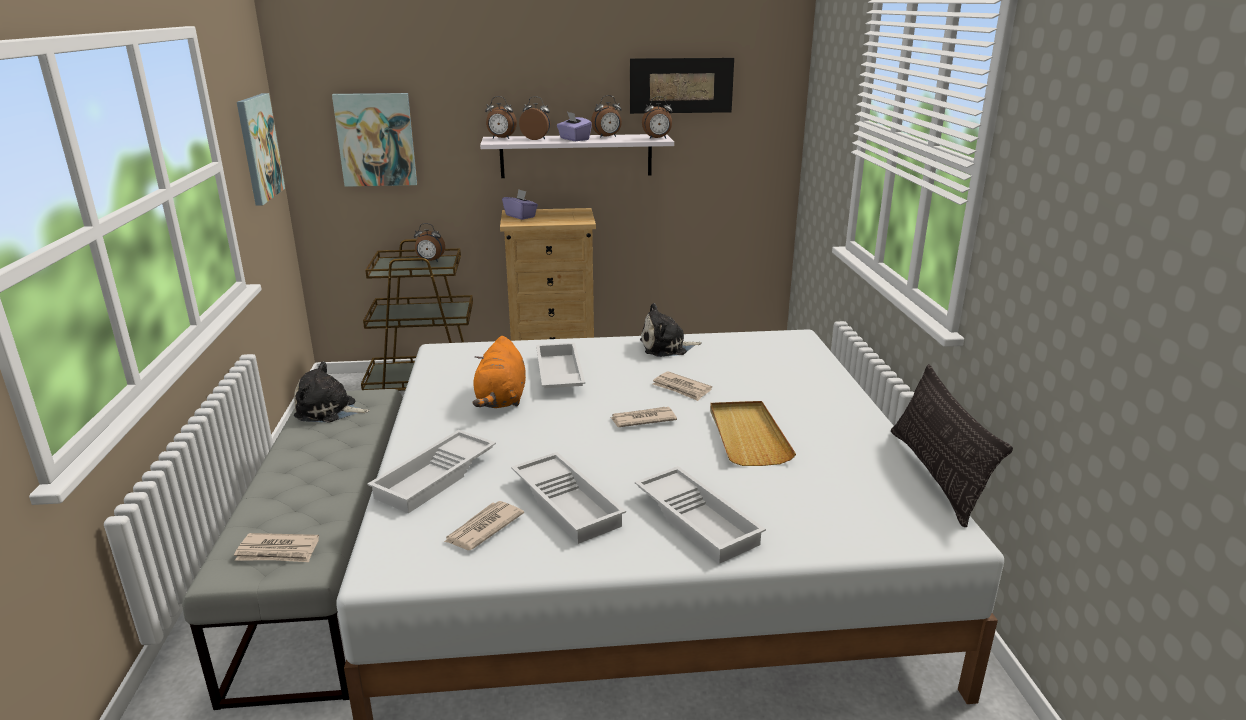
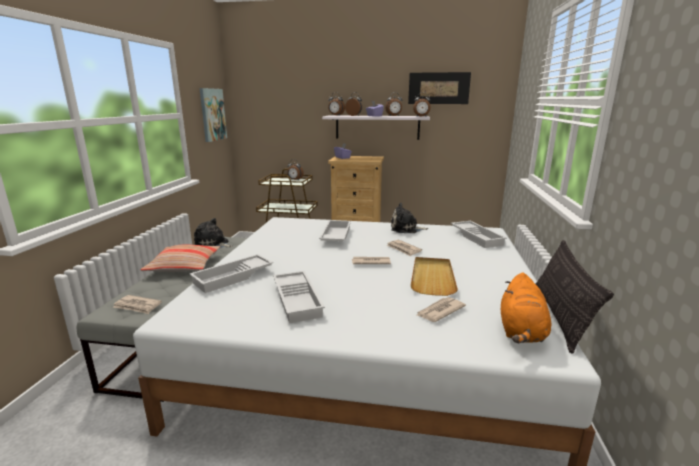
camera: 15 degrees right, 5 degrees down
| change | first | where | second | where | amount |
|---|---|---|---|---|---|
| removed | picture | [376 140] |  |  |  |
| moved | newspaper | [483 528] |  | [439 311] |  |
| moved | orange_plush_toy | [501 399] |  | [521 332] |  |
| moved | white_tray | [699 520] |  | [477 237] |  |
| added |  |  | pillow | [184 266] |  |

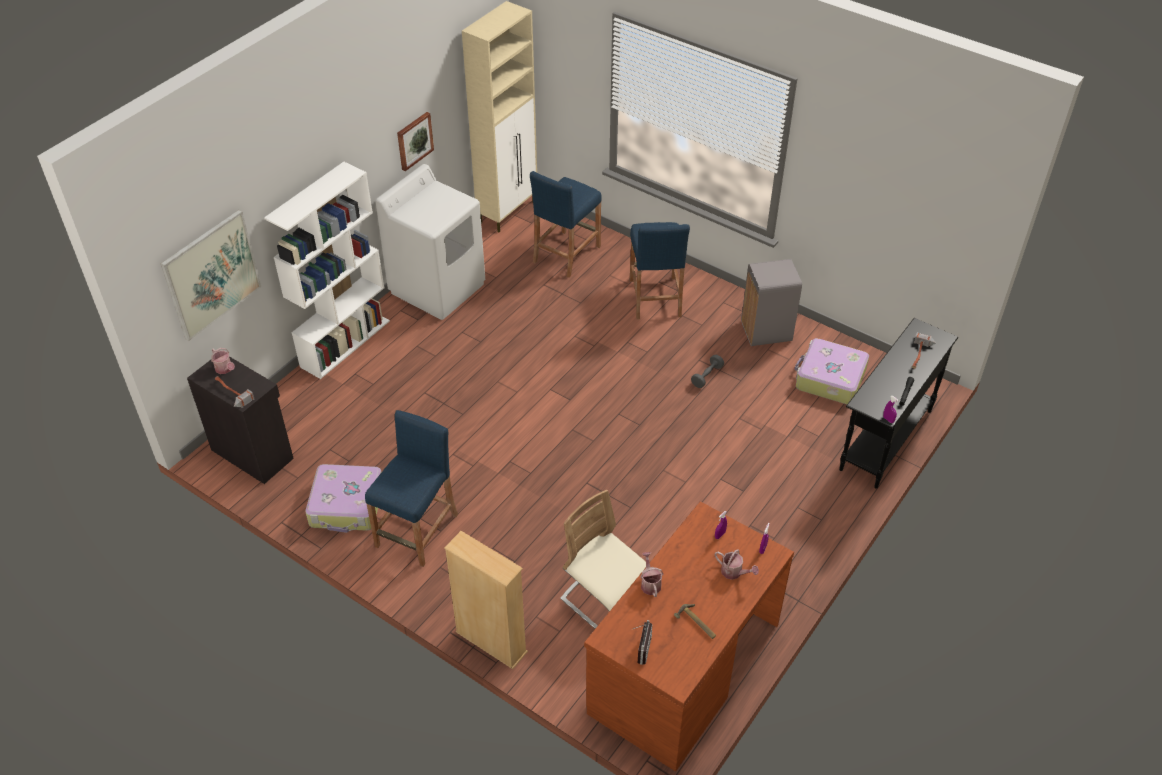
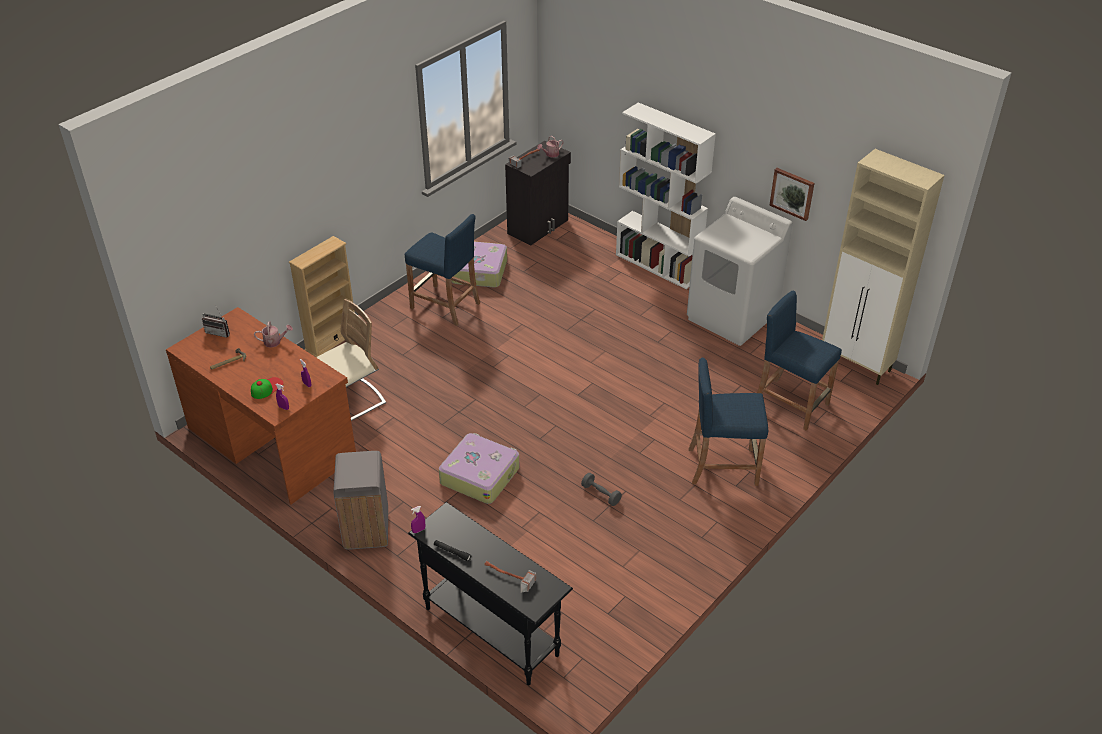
camera: 95 degrees right, 5 degrees down
| change | first | where | second | where | amount |
|---|---|---|---|---|---|
| removed | picture | [211 274] |  |  |  |
| replaced | watering_can | [734 572] | cap | [267 388] |  |
| moved | grey_trash_can | [766 332] |  | [366 530] |  |
| moved | suitcase | [829 379] |  | [480 475] |  |

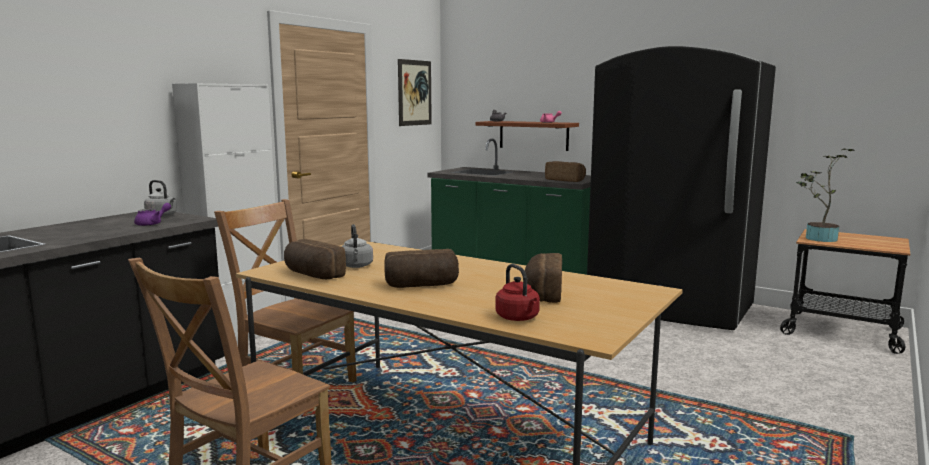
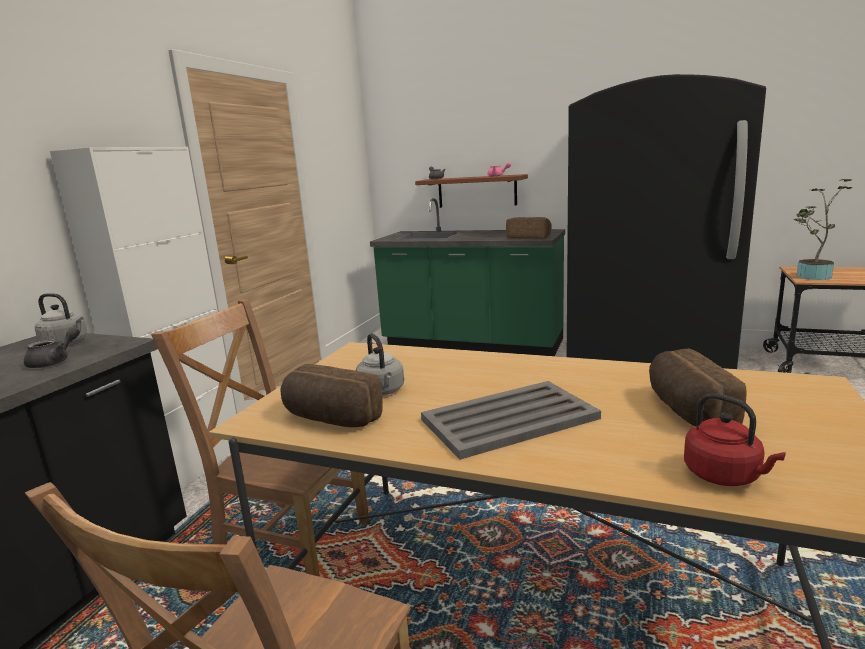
camera: 10 degrees left, 5 degrees up
| change | first | where | second | where | amount |
|---|---|---|---|---|---|
| recoloured | purple_teapot | [152 224] | grey_teapot | [54 361] |  |
| replaced | bread | [421 285] | grey_tray | [507 419] |  |
| removed | picture | [414 93] |  |  |  |

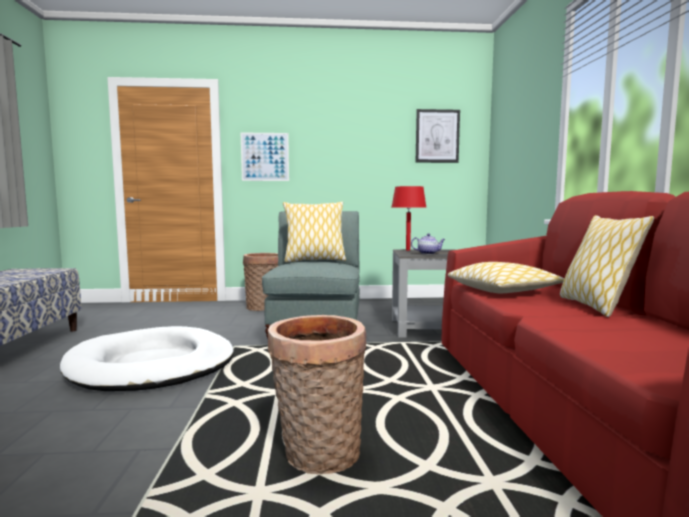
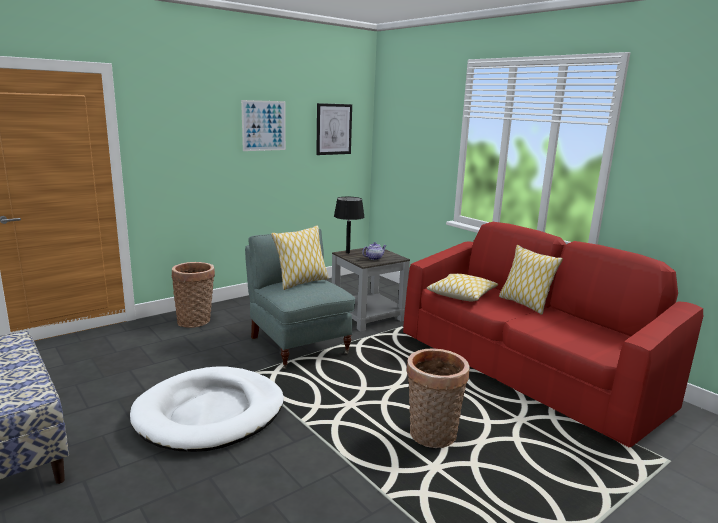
camera: 35 degrees left, 10 degrees up
| change | first | where | second | where | amount |
|---|---|---|---|---|---|
| moved | picture | [265 157] |  | [264 125] |  |
| recoloured | red_table_lamp | [408 250] | black_table_lamp | [348 253] |  |

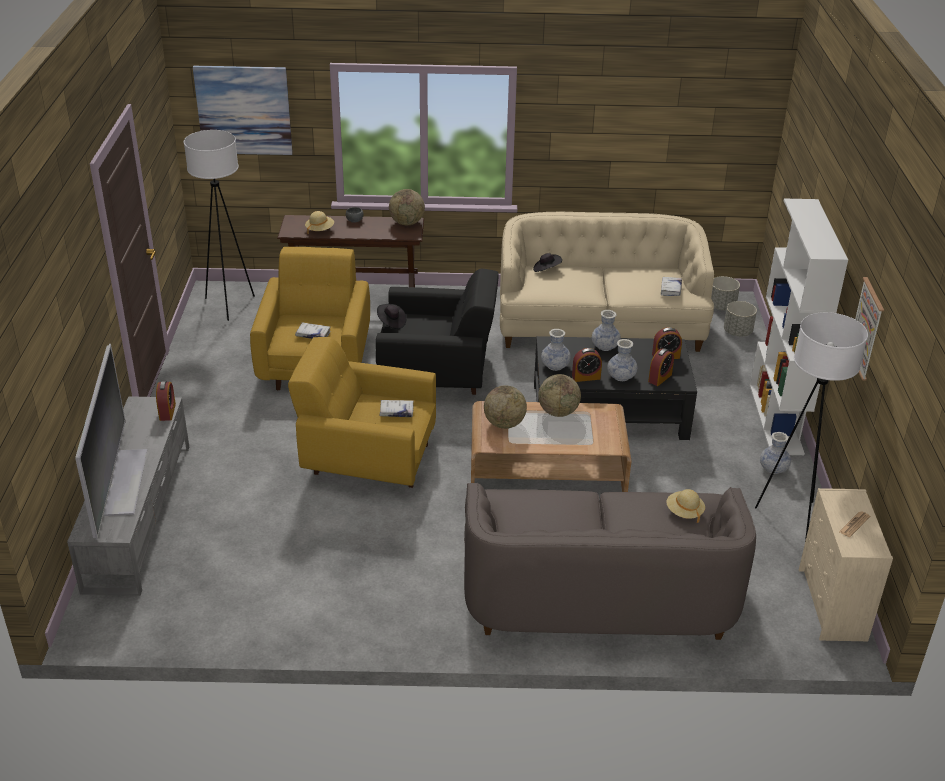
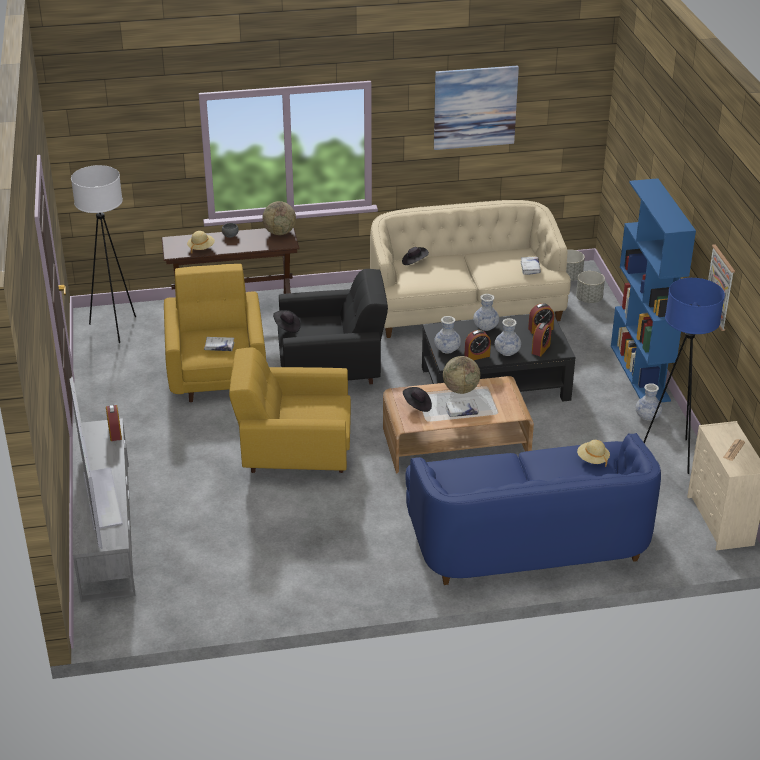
camera: 10 degrees left, 0 degrees up
| change | first | where | second | where | amount |
|---|---|---|---|---|---|
| moved | picture | [244 110] |  | [475 107] |  |
| moved | white_book | [396 412] |  | [461 411] |  |
| recoloured | grey_sofa | [598 594] | blue_sofa | [528 539] |  |
| replaced | globe | [504 424] | black_hat | [417 406] |  |
| recoloured | white_bookcase | [776 419] | blue_bookcase | [640 373] |  |
| recoloured | white_floor_lamp | [791 517] | blue_floor_lamp | [671 455] |  |

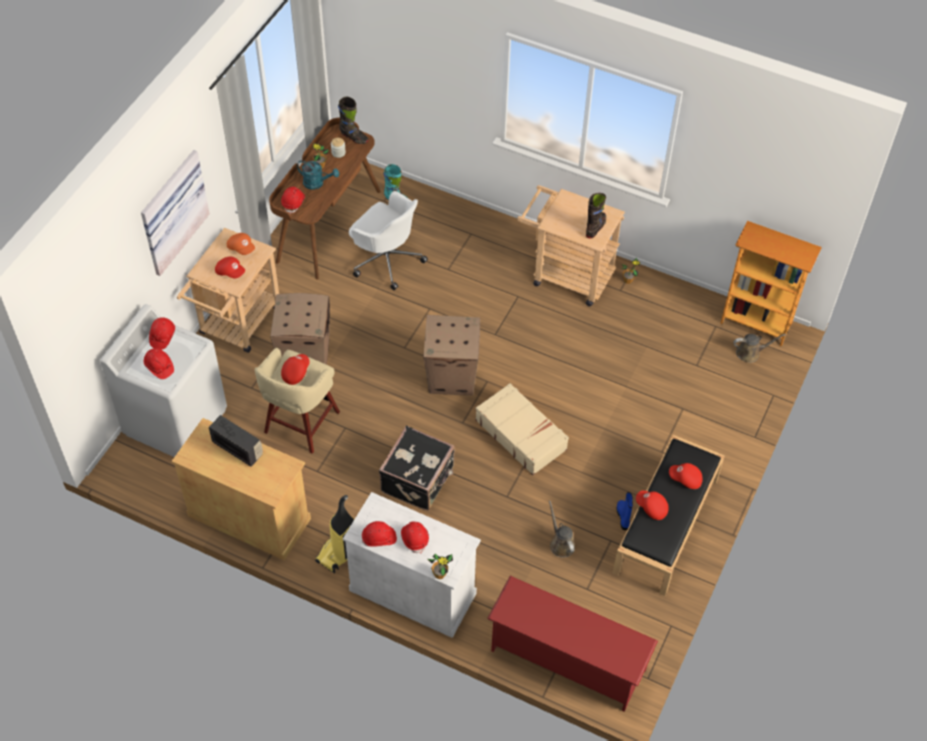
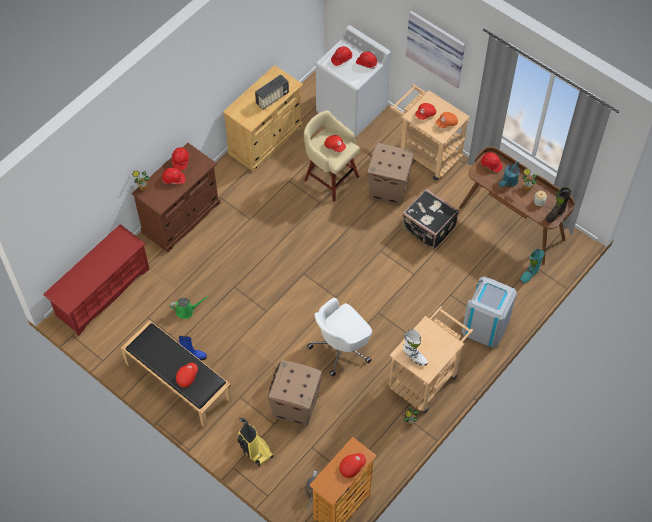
camera: 105 degrees right, 5 degrees up
| change | first | where | second | where | amount |
|---|---|---|---|---|---|
| moved | vacuum_cleaner | [340 553] |  | [255 450] |  |
| recoloured | white_cabinet | [413 591] | brown_cabinet | [181 217] |  |
| moved | white_office_chair | [386 259] |  | [341 347] |  |
| moved | black_suitcase | [419 480] |  | [428 228] |  |
| moved | cardboard_box | [452 376] |  | [295 407] |  |
| removed | beige_suitcase | [521 434] |  |  |  |
| recoloured | brown_watering_can | [561 543] | green_watering_can | [186 310] |  |
| recoloured | black_boot | [595 228] | white_boot | [414 357] |  |
| moved | red_cap | [651 508] |  | [352 466] |  |
| added |  |  | grey_trash_can | [485 326] |  |

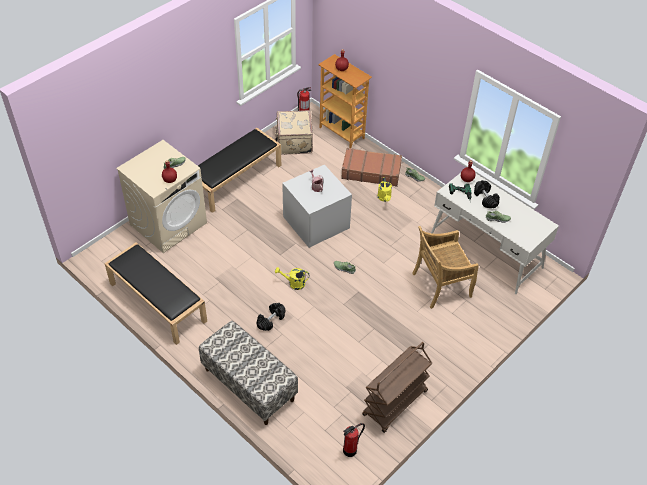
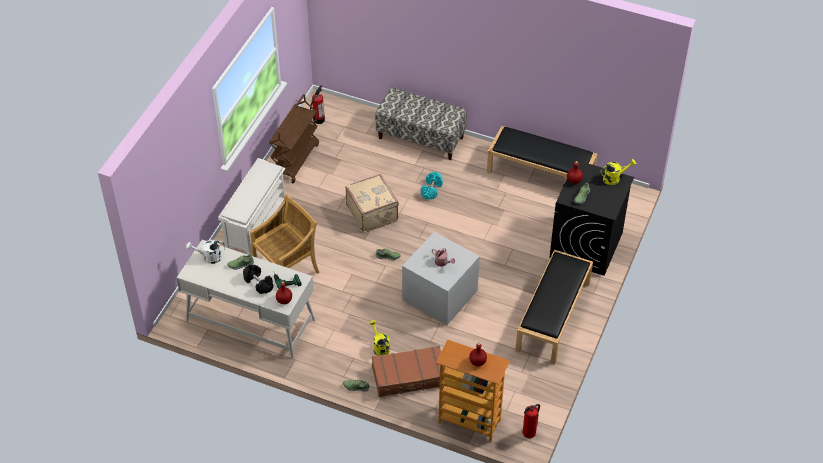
camera: 160 degrees right, 0 degrees up
| change | first | where | second | where | amount |
|---|---|---|---|---|---|
| recoloured | beige_washing_machine | [168 223] | black_washing_machine | [586 246] |  |
| recoloured | black_dumbbell | [271 320] | turquoise_dumbbell | [431 190] |  |
| moved | beige_suitcase | [293 142] |  | [372 213] |  |
| moved | yellow_watering_can | [293 283] |  | [614 178] |  |
| added |  |  | white_watering_can | [209 257] |  |
| added |  |  | white_shoe_rack | [255 223] |  |

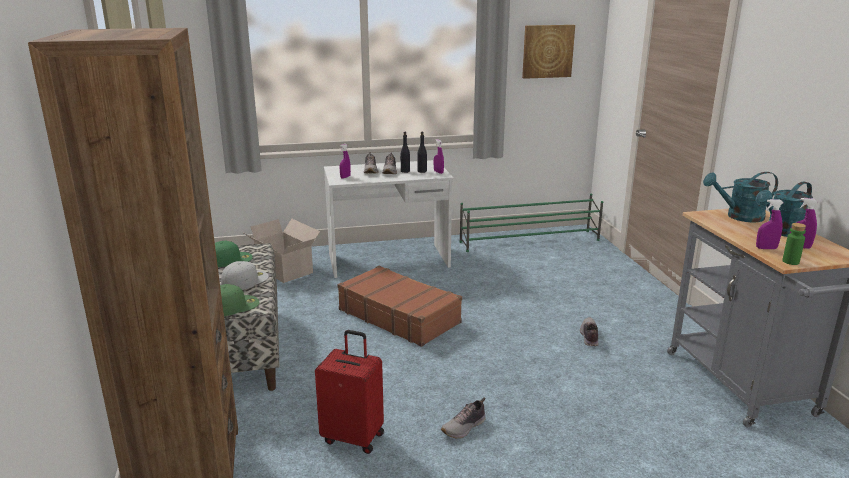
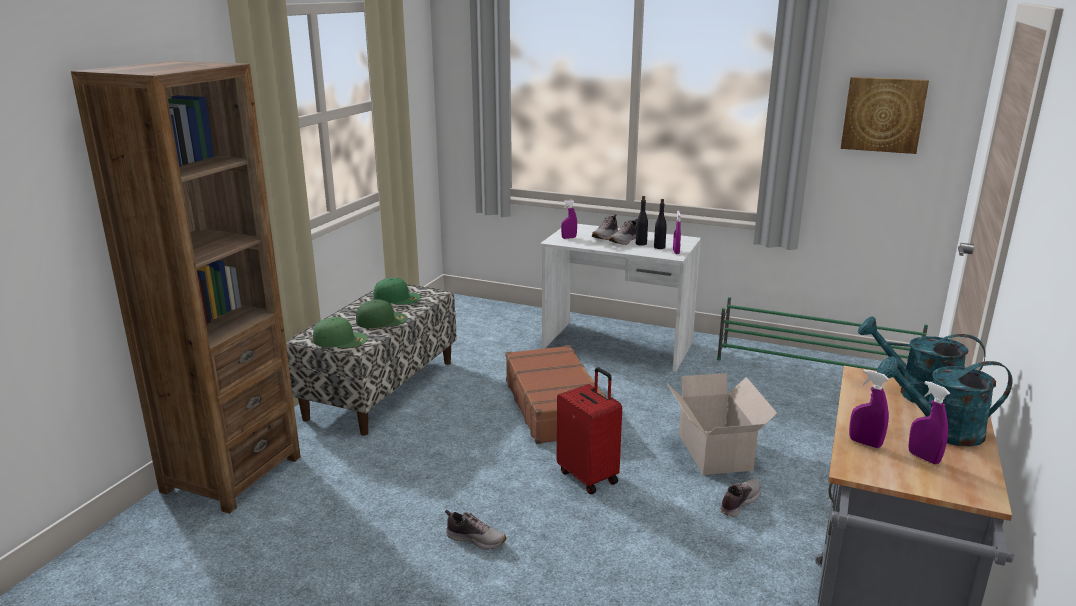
camera: 35 degrees right, 0 degrees up
| change | first | where | second | where | amount |
|---|---|---|---|---|---|
| recoloured | white_cap | [245 280] | green_cap | [382 320] |  |
| moved | cardboard_box | [285 270] |  | [714 453] |  |
| moved | red_suitcase | [354 437] |  | [589 476] |  |
| turned | shoe | [464 427] |  | [475 539] | 150 degrees counterclockwise |
| removed | green_bottle | [790 262] |  |  |  |

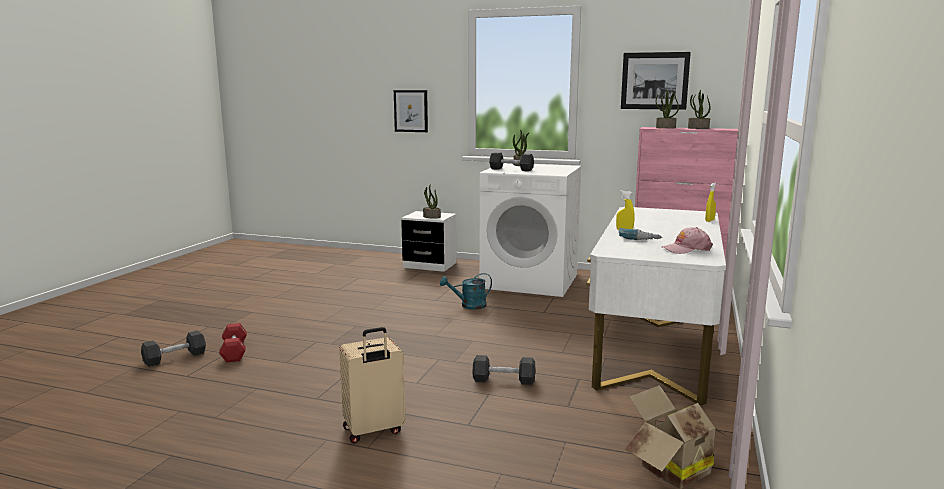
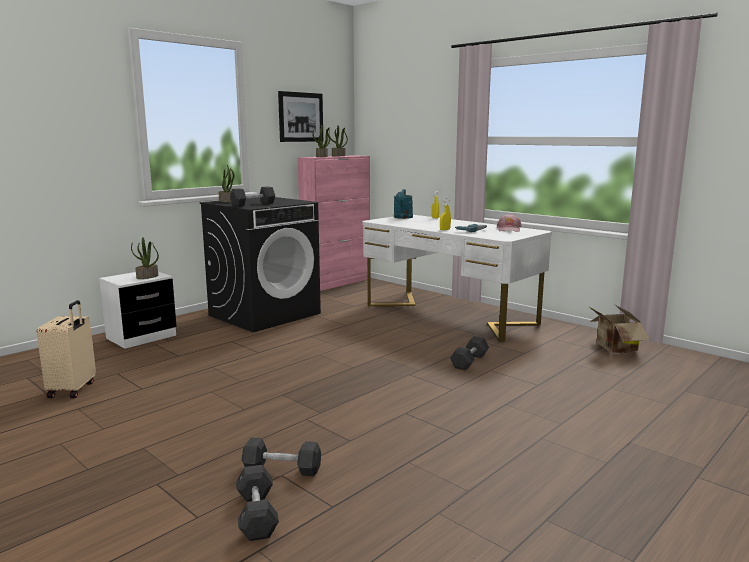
camera: 65 degrees left, 0 degrees up
| change | first | where | second | where | amount |
|---|---|---|---|---|---|
| recoloured | red_dumbbell | [234 351] | black_dumbbell | [282 469] |  |
| moved | beige_suitcase | [373 431] |  | [73 390] |  |
| removed | picture | [411 111] |  |  |  |
| moved | turquoise_watering_can | [469 306] |  | [403 217] |  |
| recoloured | white_washing_machine | [530 281] | black_washing_machine | [265 314] |  |

